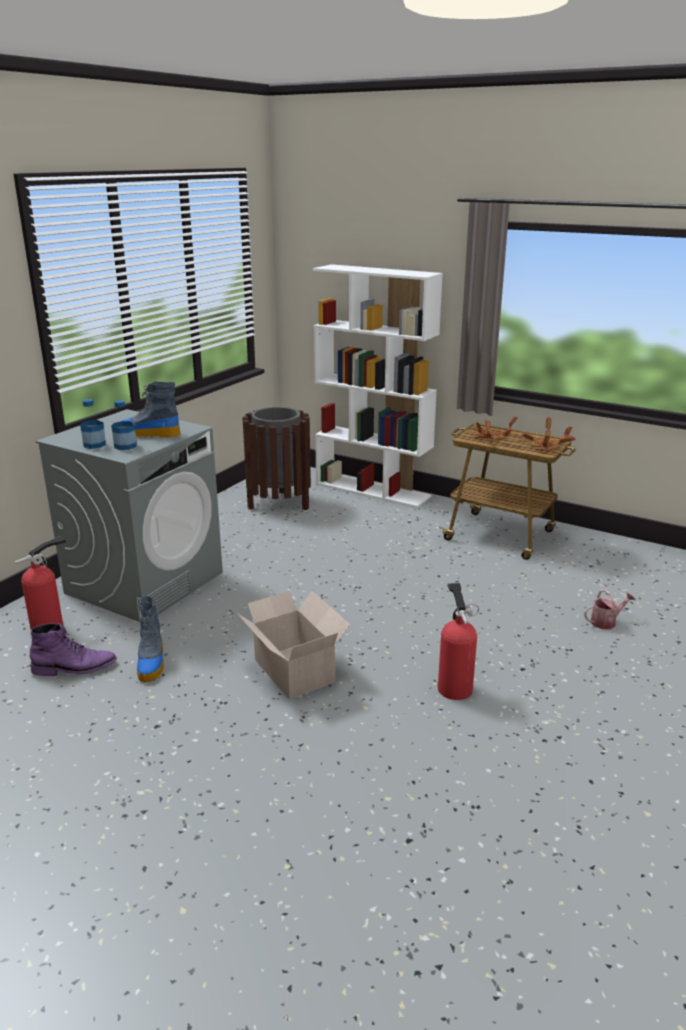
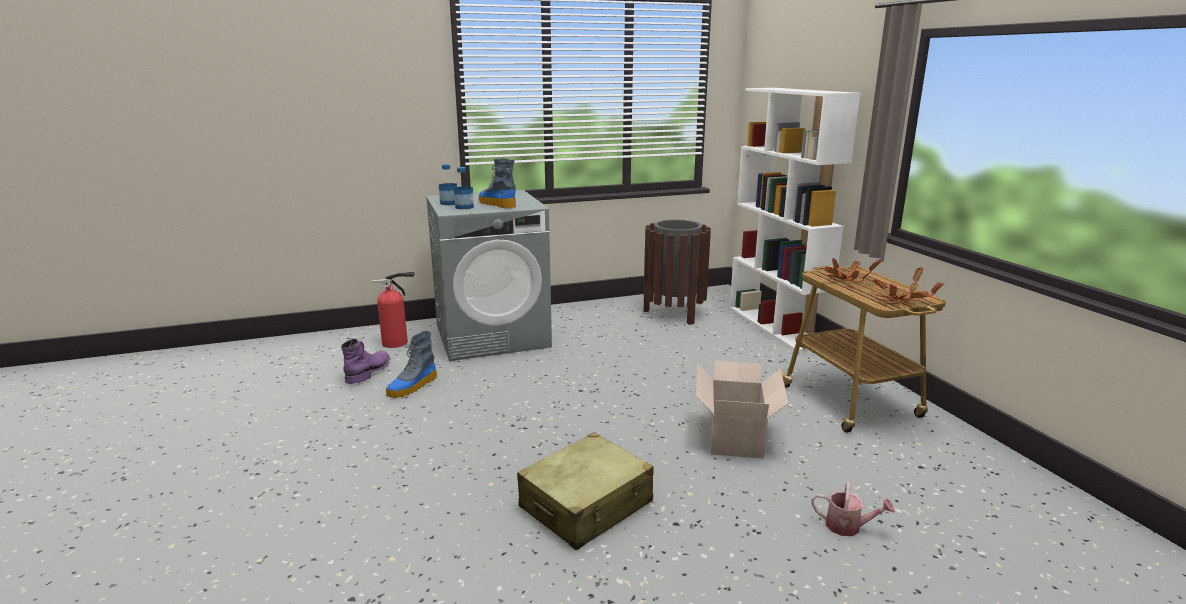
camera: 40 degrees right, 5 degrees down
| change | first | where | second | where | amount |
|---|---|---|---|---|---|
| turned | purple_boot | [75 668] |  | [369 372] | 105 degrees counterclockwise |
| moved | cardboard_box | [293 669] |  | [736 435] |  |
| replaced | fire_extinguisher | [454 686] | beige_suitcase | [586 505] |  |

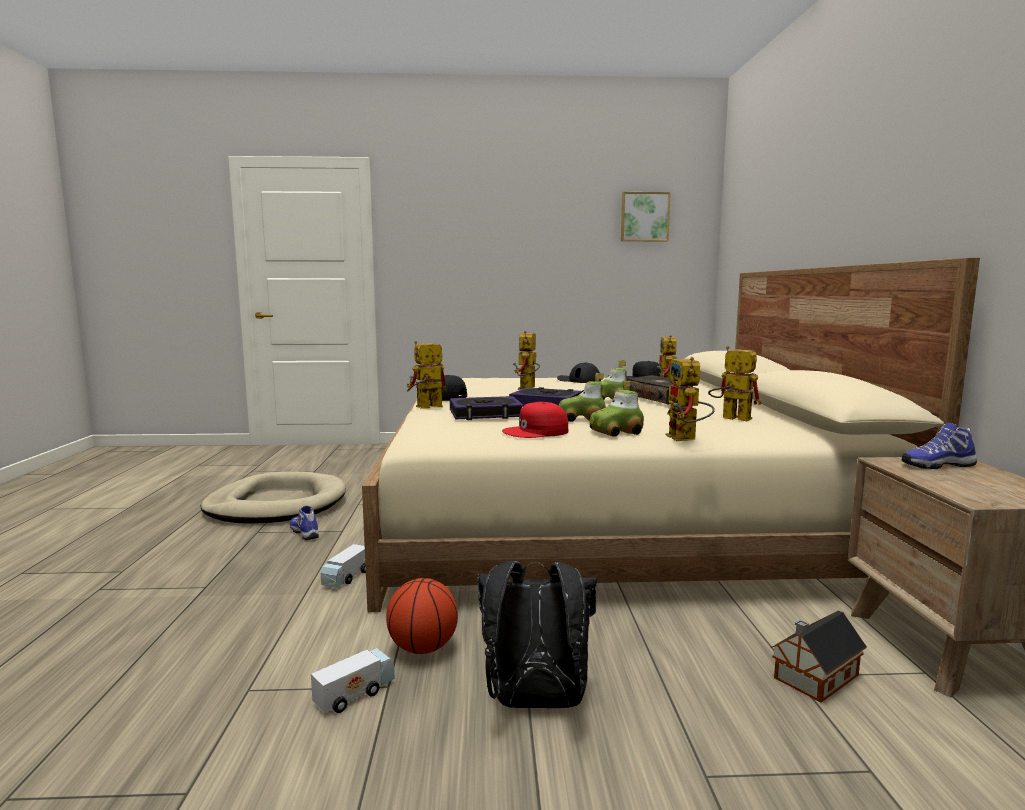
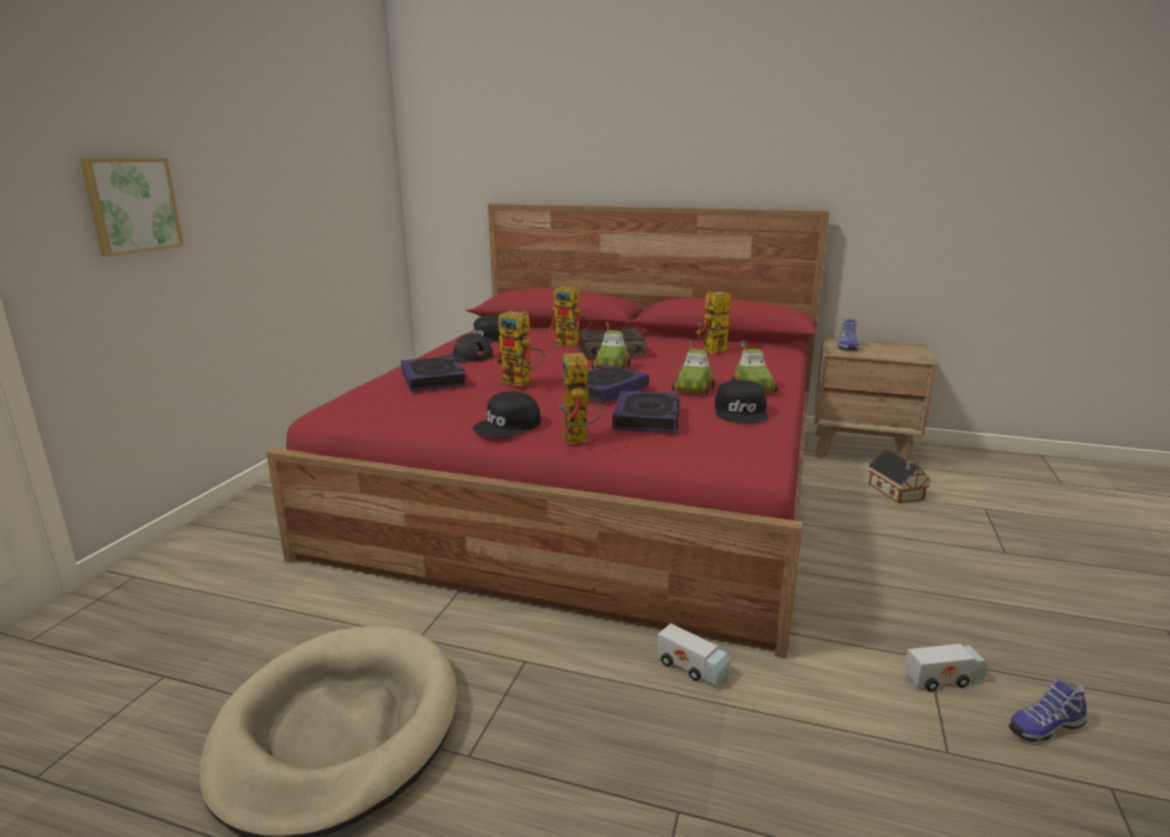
camera: 70 degrees left, 10 degrees up
| change | first | where | second | where | amount |
|---|---|---|---|---|---|
| moved | shoe | [305 533] |  | [1044 726] |  |
| turned | toy_truck | [355 693] |  | [943 678] | 105 degrees clockwise |
| recoloured | beige_bed | [608 514] | red_bed | [594 483] |  |
| removed | basketball | [423 648] |  |  |  |
| removed | black_backpack | [535 703] |  |  |  |
| recoloured | red_cap | [536 432] | black_cap | [742 412] |  |
| moved | picture | [644 217] |  | [131 205] |  |
| removed | toy_robot | [686 439] |  |  |  |
| added |  |  | book | [433 379] |  |

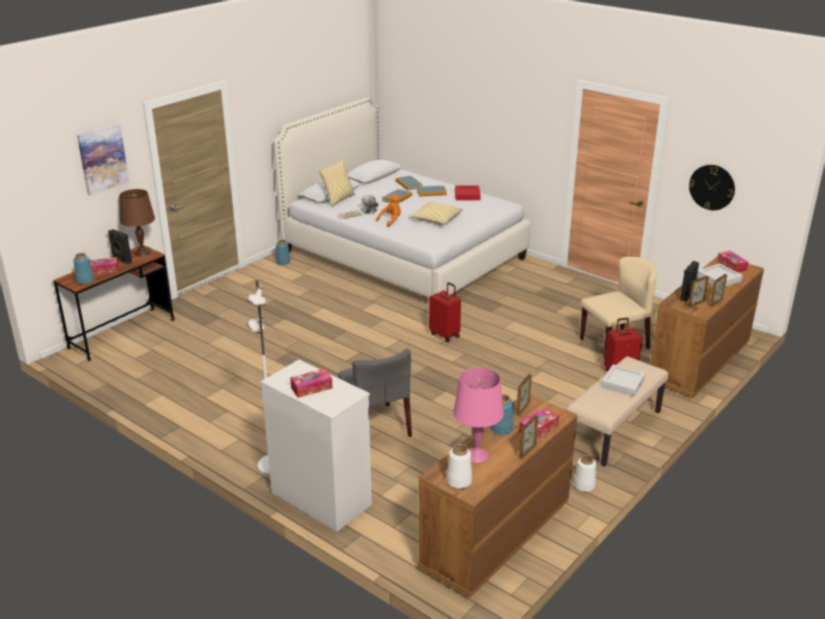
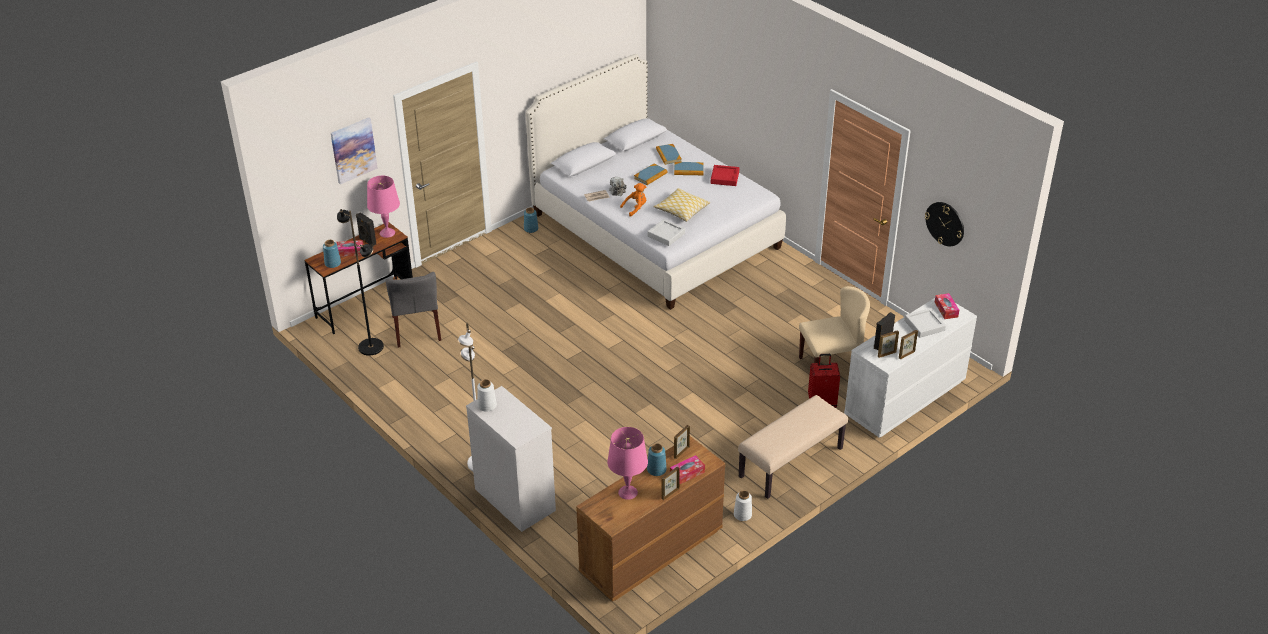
camera: 10 degrees right, 10 degrees up
| change | first | where | second | where | amount |
|---|---|---|---|---|---|
| recoloured | brown_table_lamp | [143 252] | pink_table_lamp | [387 233] |  |
| removed | tissue_box | [311 388] |  |  |  |
| removed | pillow | [338 200] |  |  |  |
| moved | grey_chair | [376 426] |  | [416 328] |  |
| removed | red_suitcase | [445 335] |  |  |  |
| moved | white_vase | [459 481] |  | [487 406] |  |
| moved | grey_tray | [622 383] |  | [666 235] |  |
| recoloured | brown_dresser | [699 363] | white_dresser | [904 398] |  |
| added |  |  | black_floor_lamp | [371 347] |  |

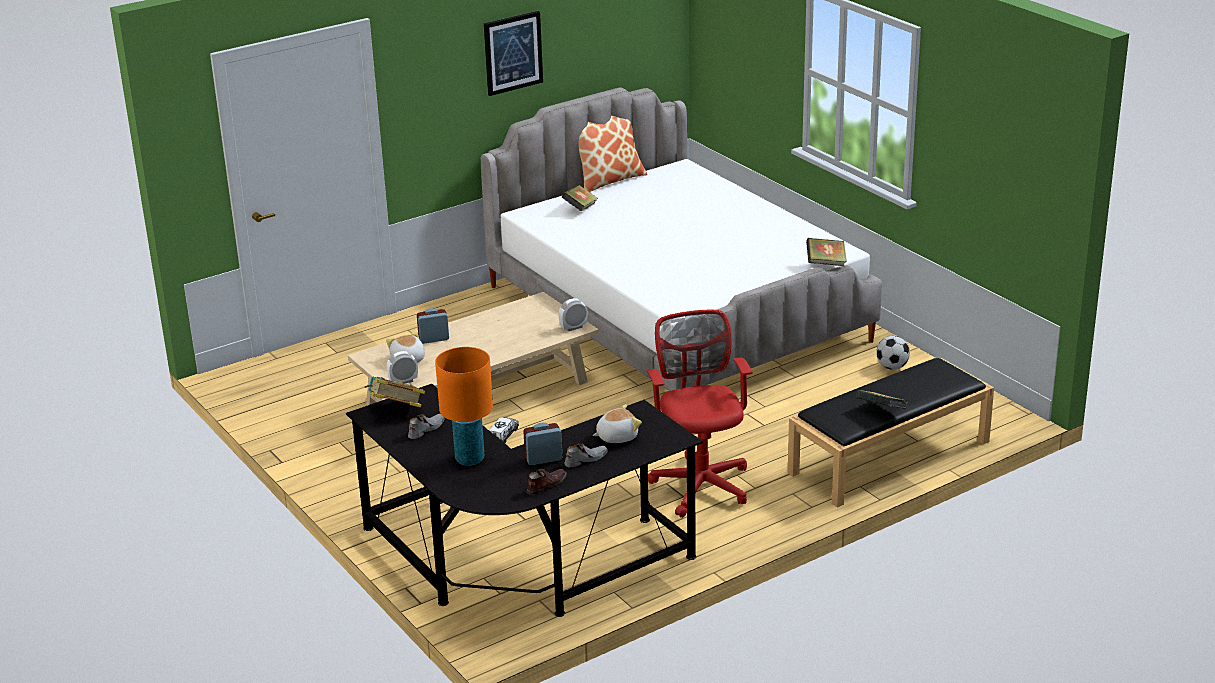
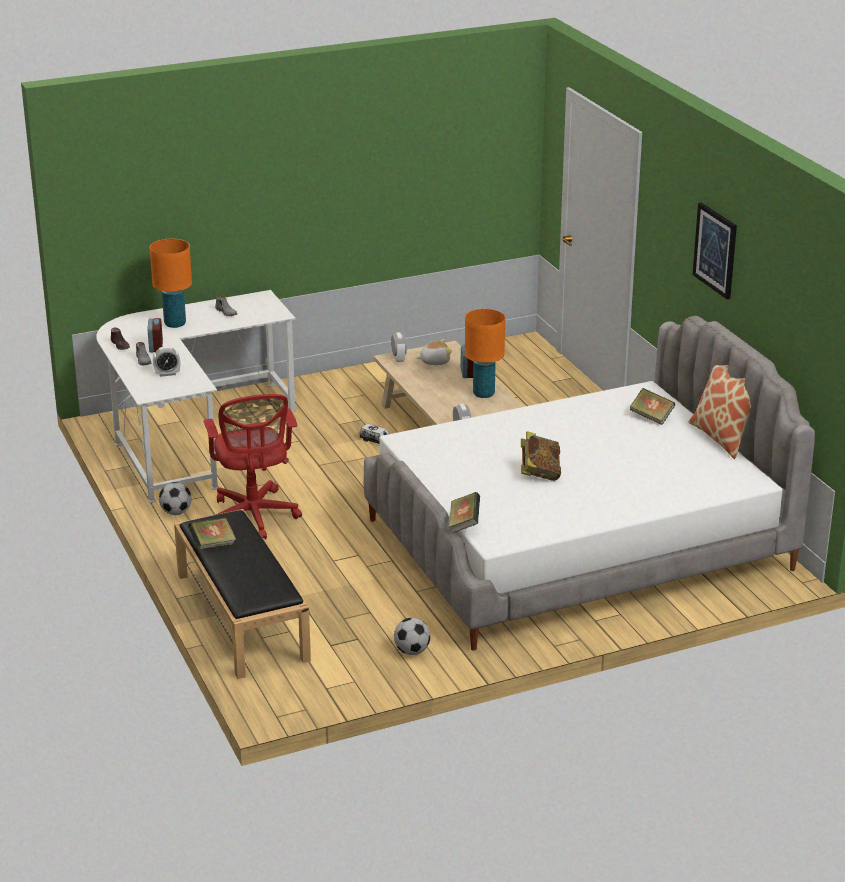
camera: 100 degrees right, 0 degrees up
| change | first | where | second | where | amount |
|---|---|---|---|---|---|
| recoloured | black_desk | [518 564] | white_desk | [188 434] |  |
| moved | book | [396 410] |  | [539 473] |  |
| replaced | plush_toy | [616 436] | alarm_clock | [167 374] |  |
| turned | red_office_chair | [700 483] |  | [254 517] | 75 degrees clockwise |
| added |  |  | football | [176 513] |  |
| added |  |  | orange_table_lamp | [483 394] |  |

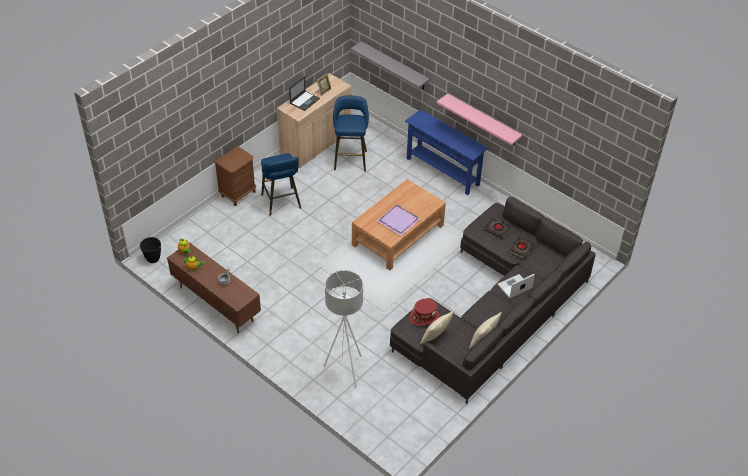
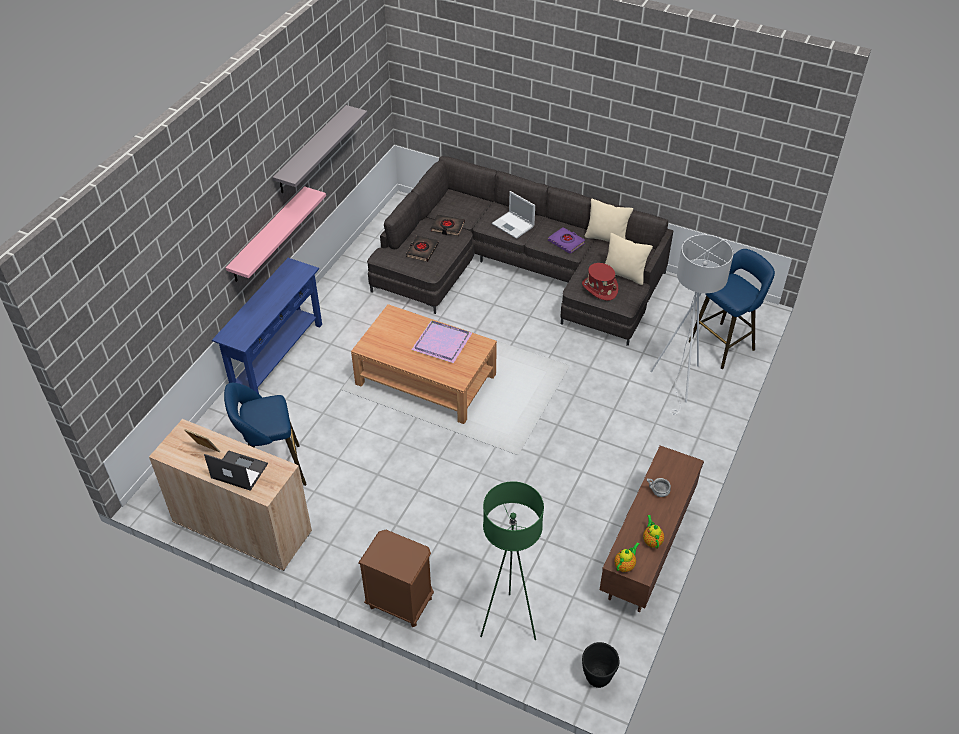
camera: 105 degrees left, 0 degrees up
| change | first | where | second | where | amount |
|---|---|---|---|---|---|
| moved | blue_stool | [282 203] |  | [724 344] |  |
| moved | grey_shelf | [394 66] |  | [312 150] |  |
| added |  |  | green_floor_lamp | [508 622] |  |
| added |  |  | purple_book | [566 242] |  |

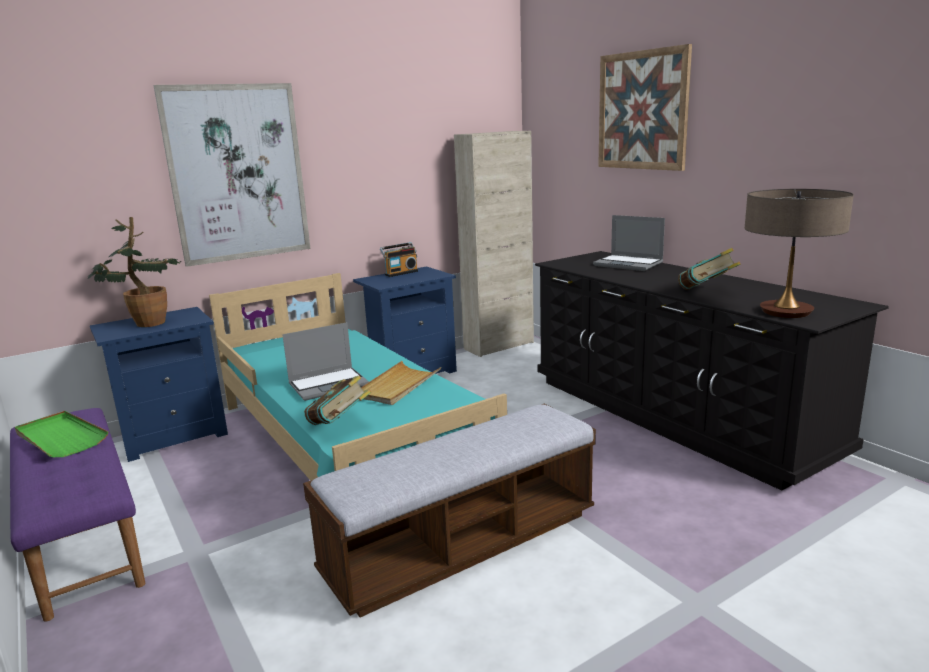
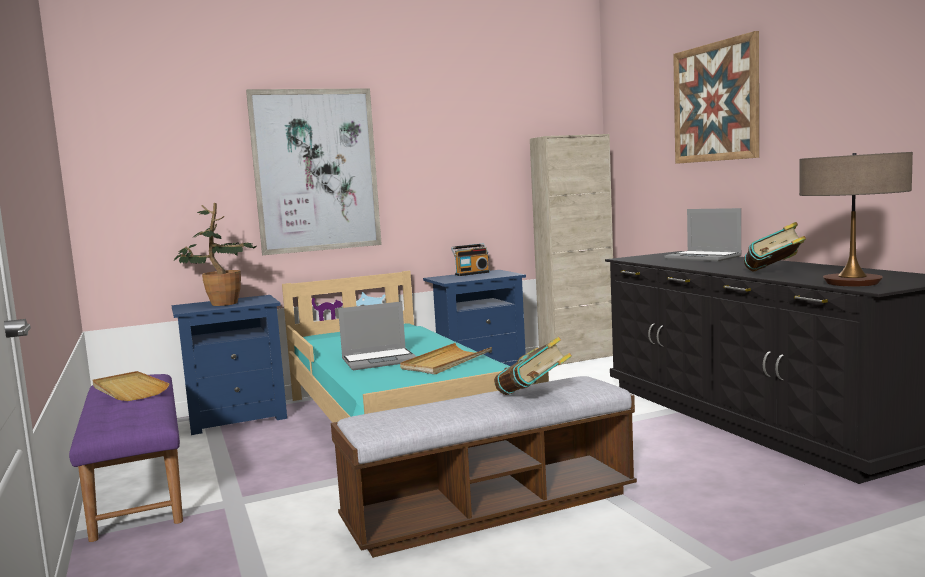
camera: 10 degrees right, 10 degrees down
| change | first | where | second | where | amount |
|---|---|---|---|---|---|
| recoloured | green_tray | [60 438] | beige_tray | [128 390] |  |
| moved | book | [339 426] |  | [533 396] |  |

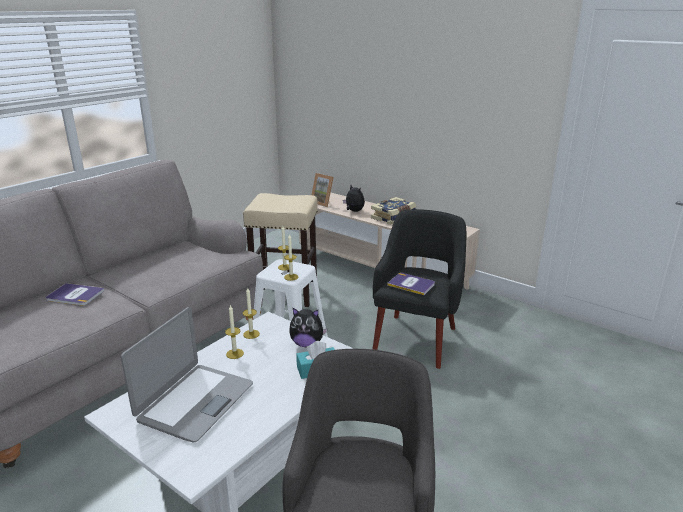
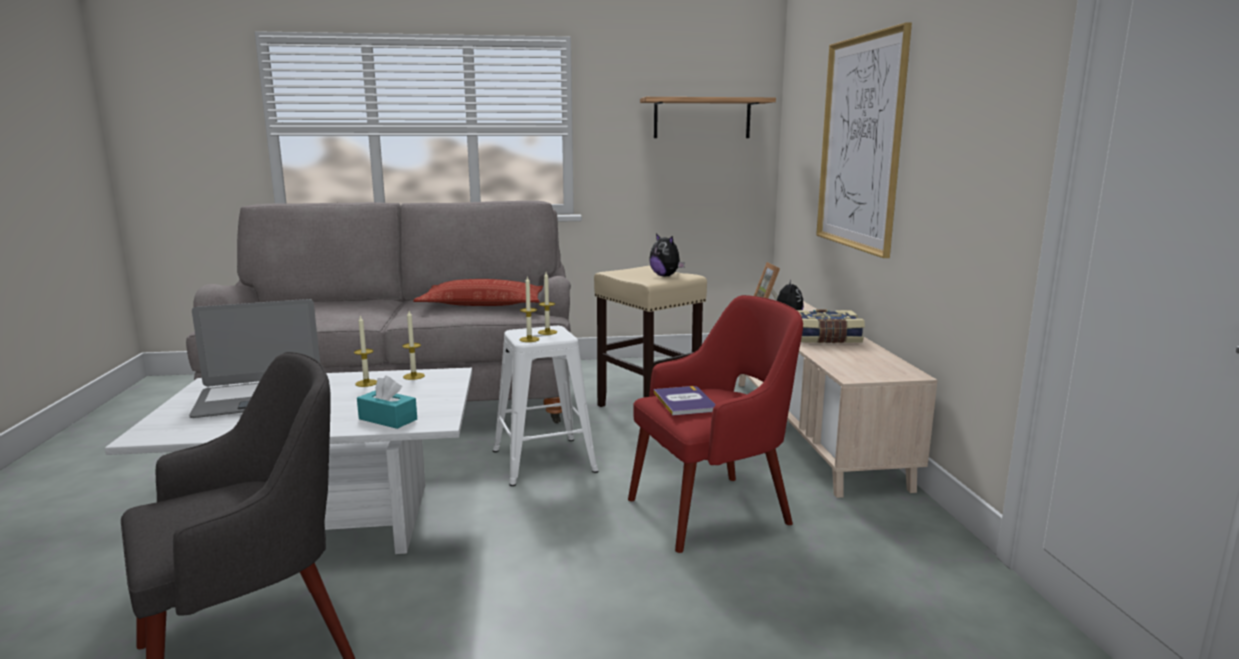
camera: 45 degrees right, 10 degrees down
| change | first | where | second | where | amount |
|---|---|---|---|---|---|
| removed | book | [75 295] |  |  |  |
| moved | plush_toy | [307 344] |  | [666 276] |  |
| recoloured | black_armchair | [416 339] | red_armchair | [711 510] |  |
| added |  |  | pillow | [483 304] |  |
| added |  |  | shelf | [702 118] |  |
| added |  |  | picture | [860 144] |  |

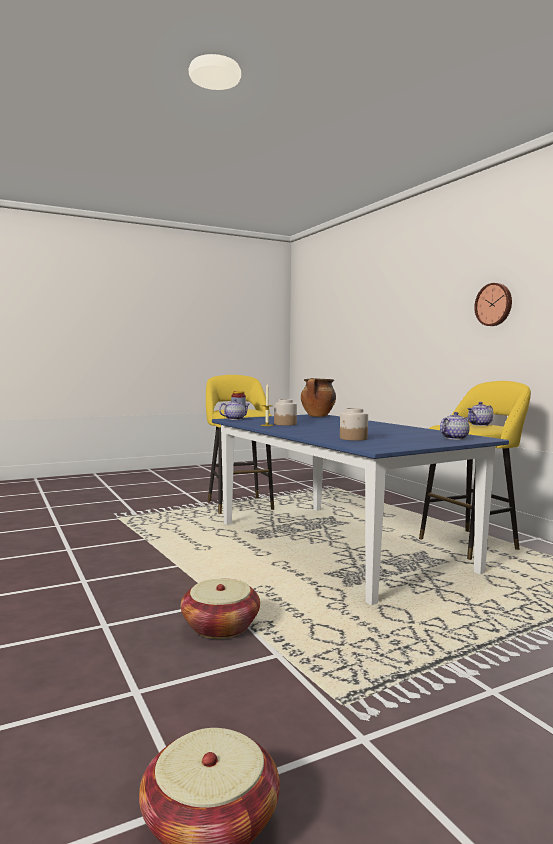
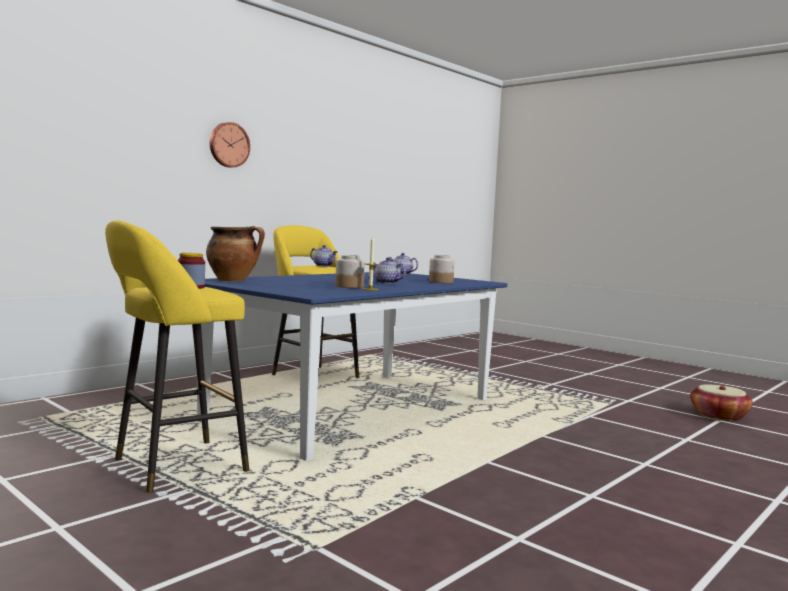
camera: 110 degrees left, 0 degrees up
| change | first | where | second | where | amount |
|---|---|---|---|---|---|
| removed | basket | [220 627] |  |  |  |
| moved | teapot | [234 419] |  | [386 283] |  |

